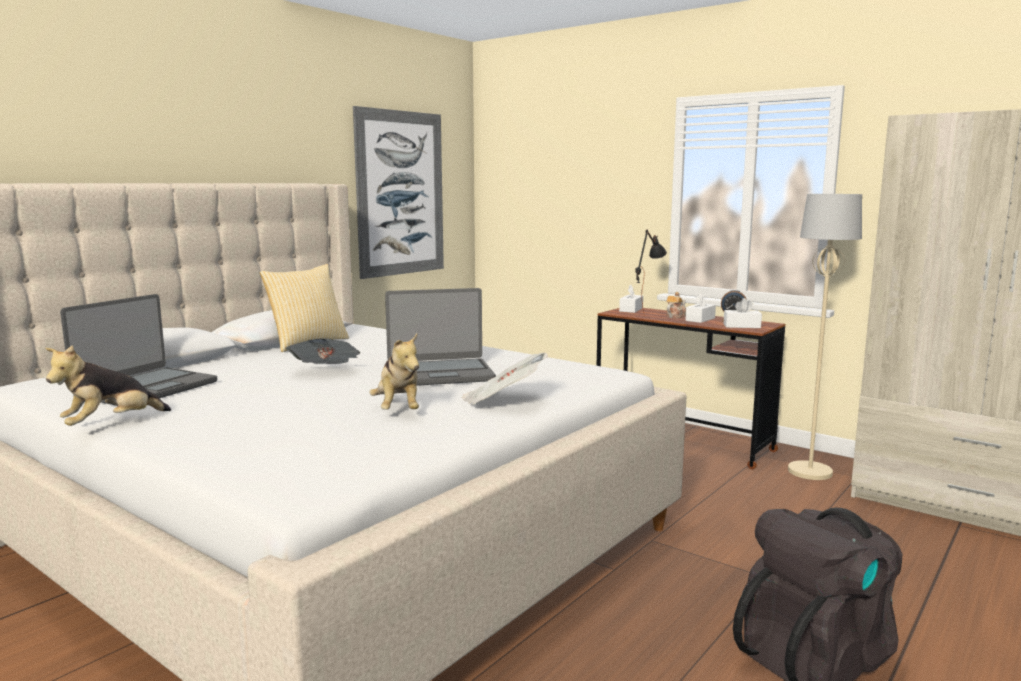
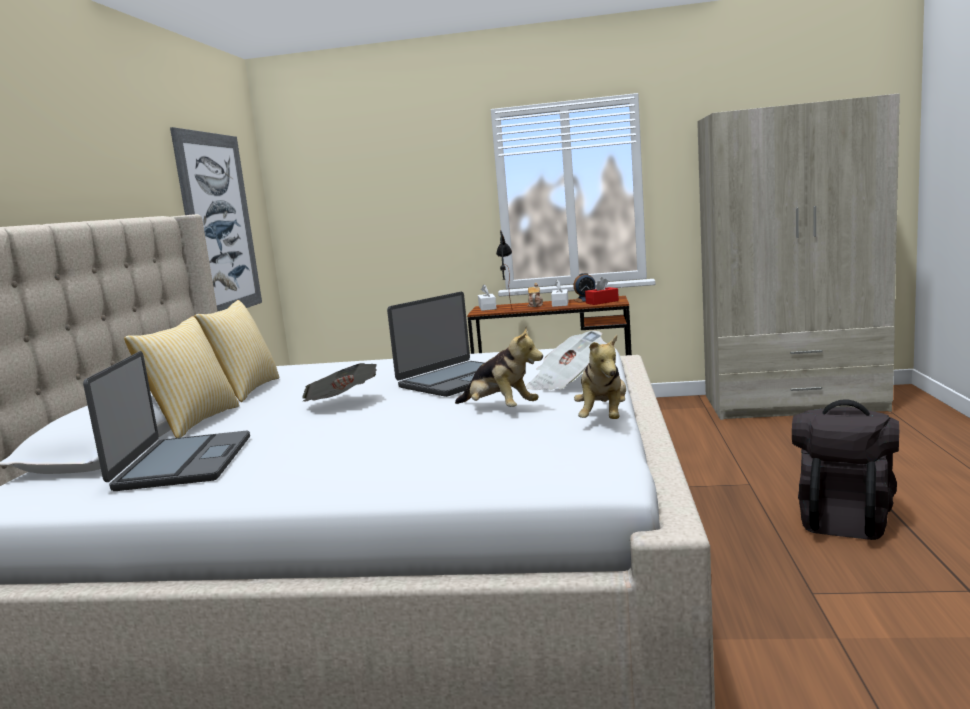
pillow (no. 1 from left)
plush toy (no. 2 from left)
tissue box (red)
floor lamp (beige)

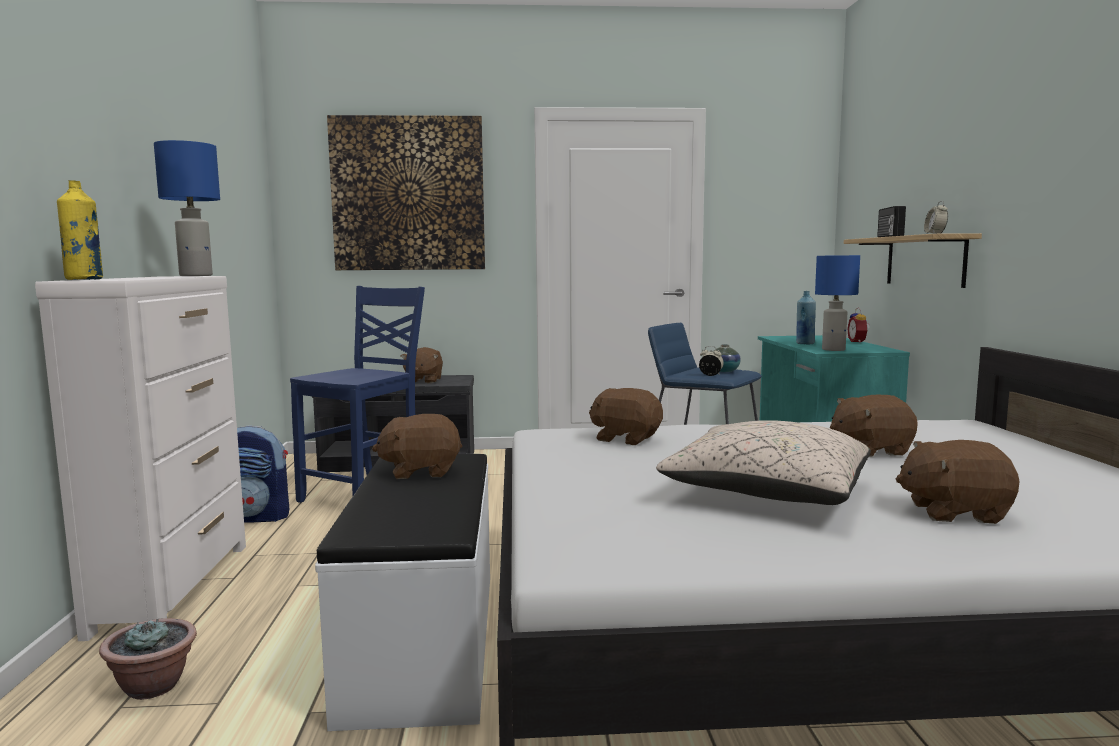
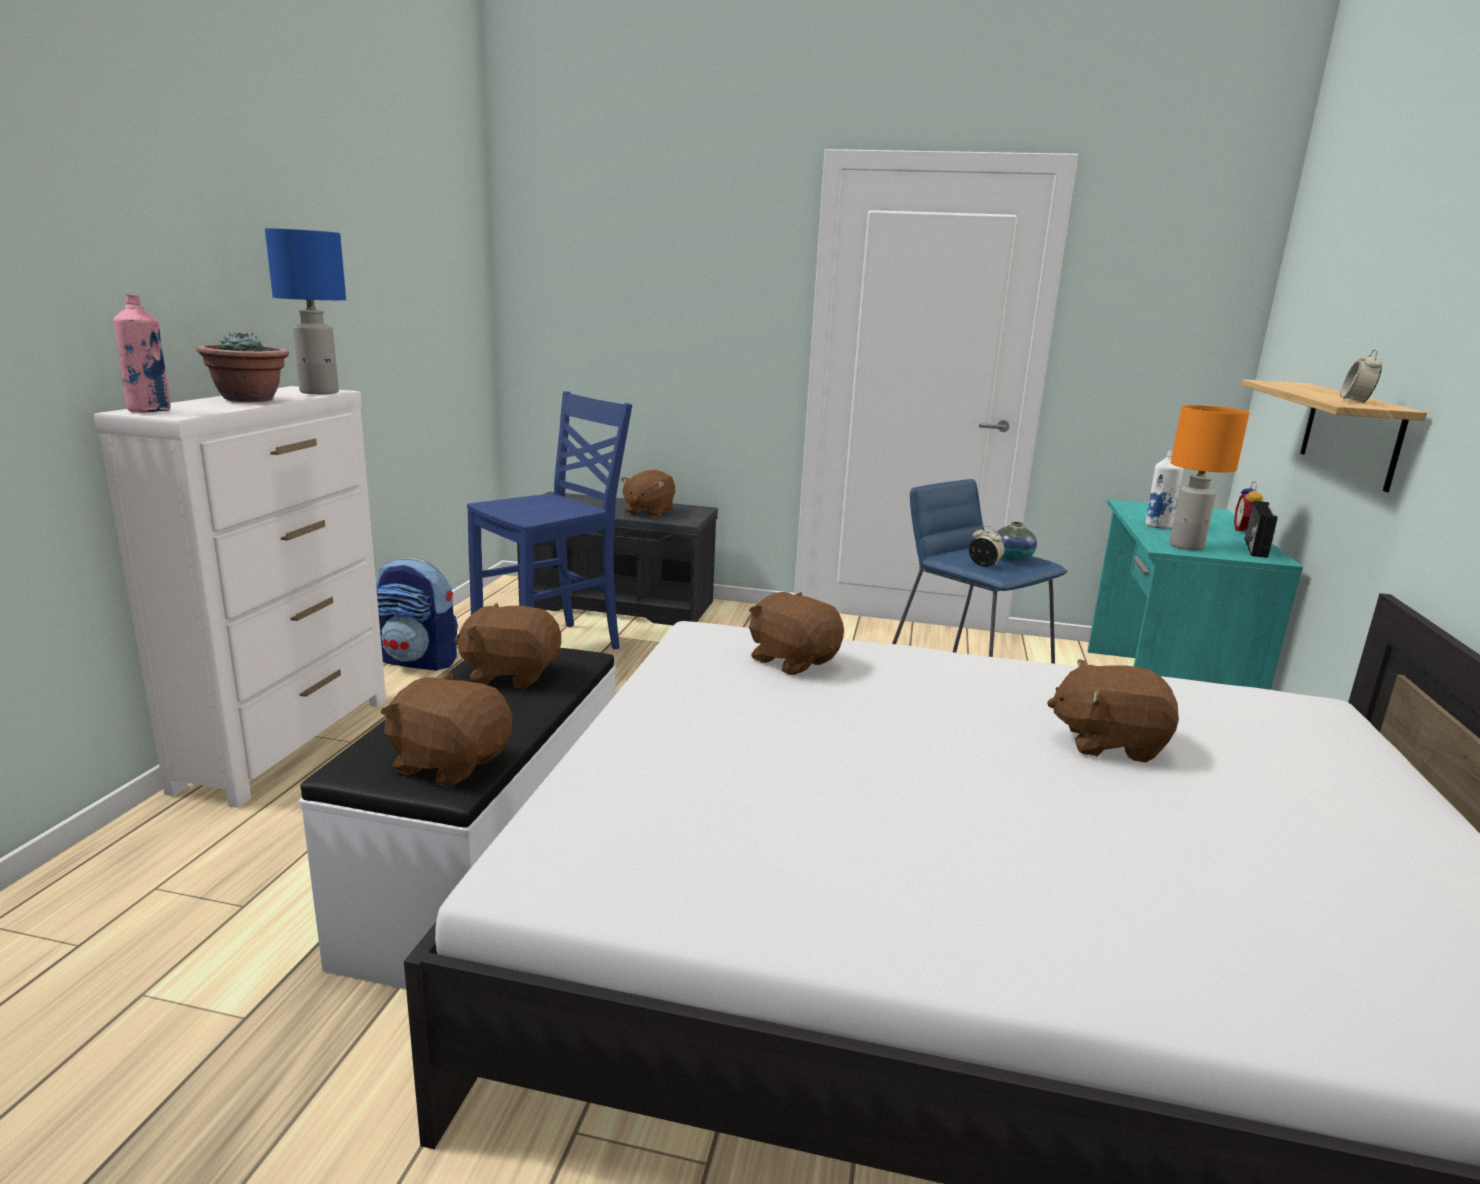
bottle (pink)
potted plant
plush toy (brown) (no. 1 from left)
bottle (white)
table lamp (orange)
radio
picture
pillow (beige)

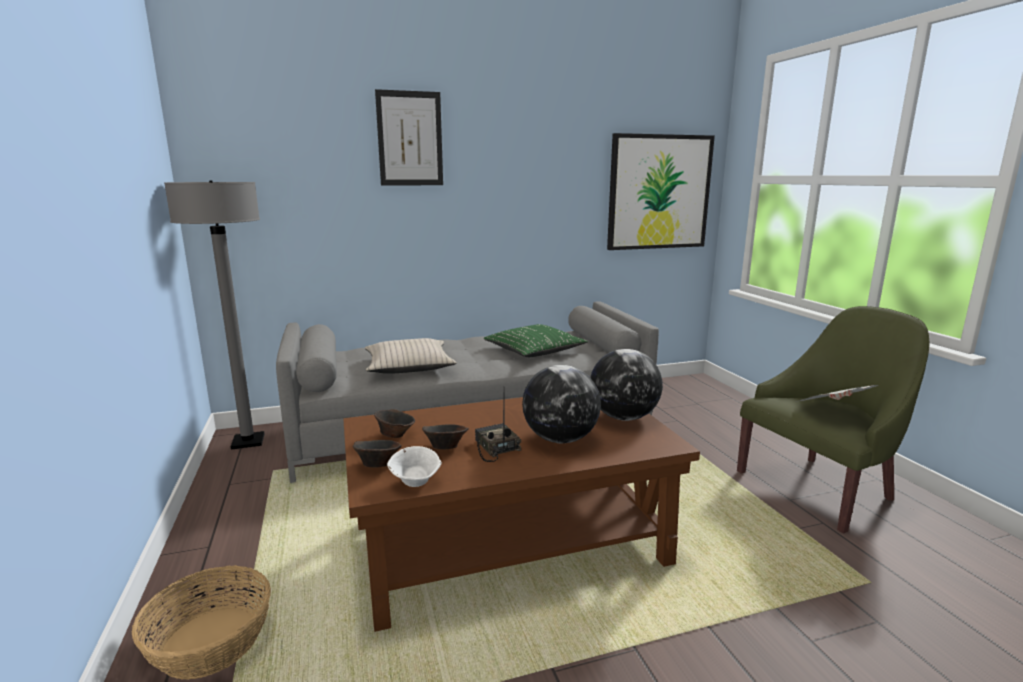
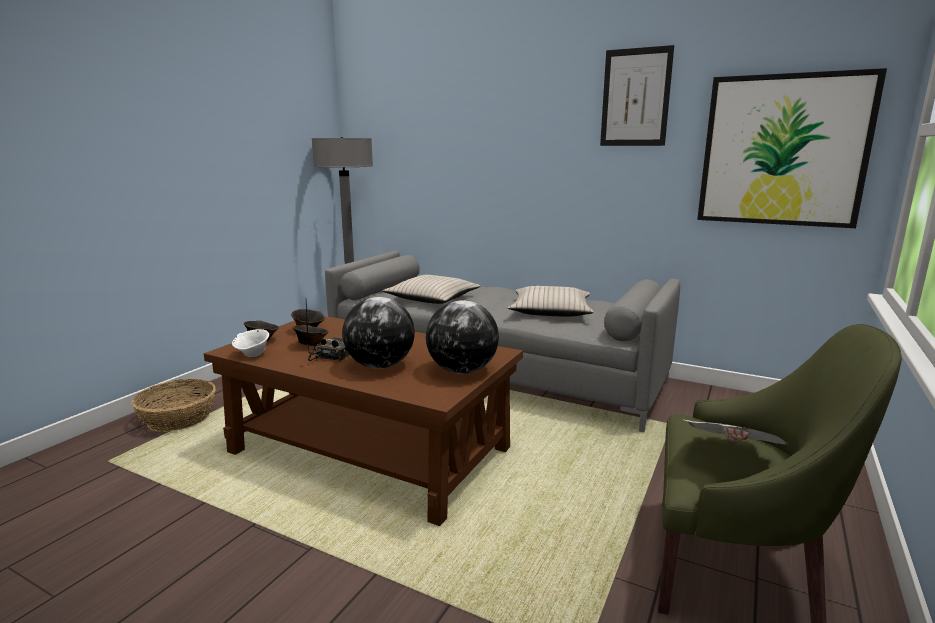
pillow (beige) (no. 2 from left)
picture (no. 1 from left)

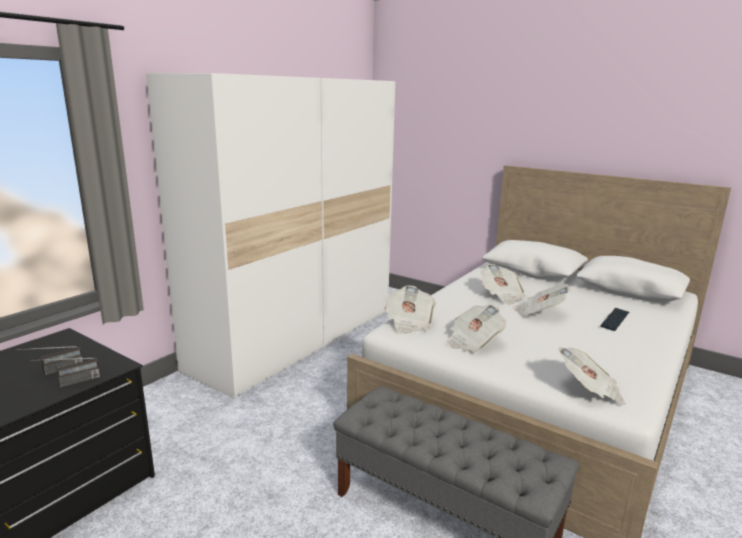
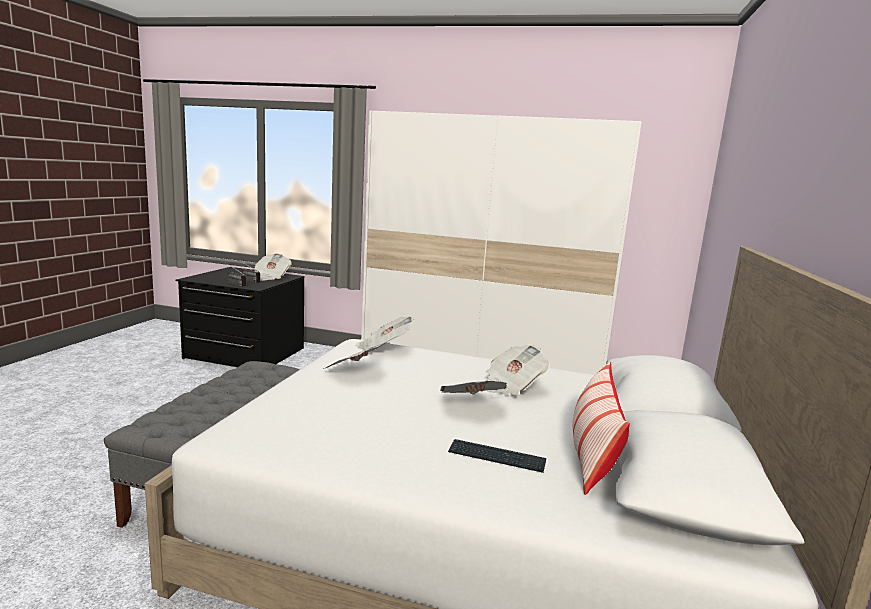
newspaper (no. 1 from left)
pillow

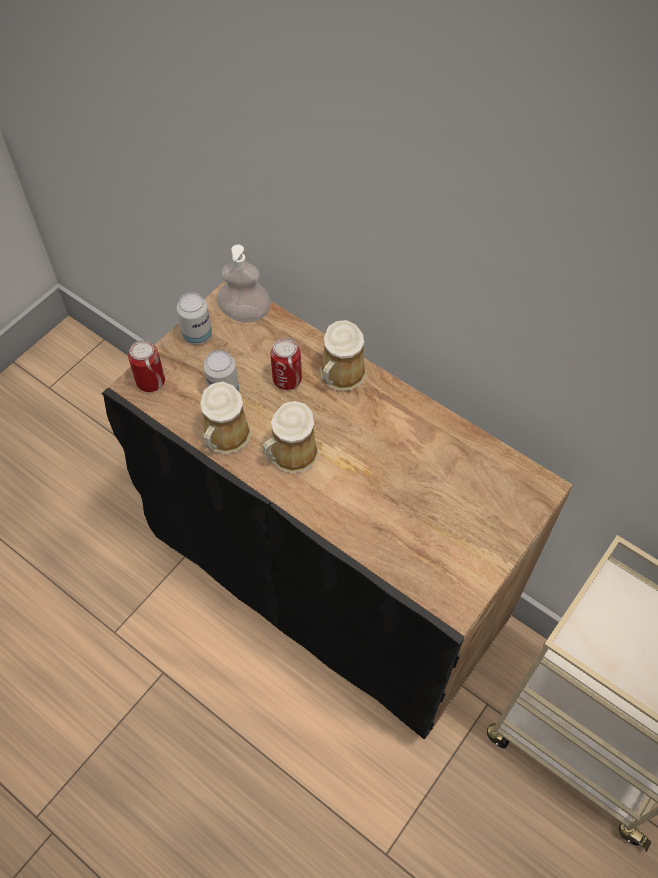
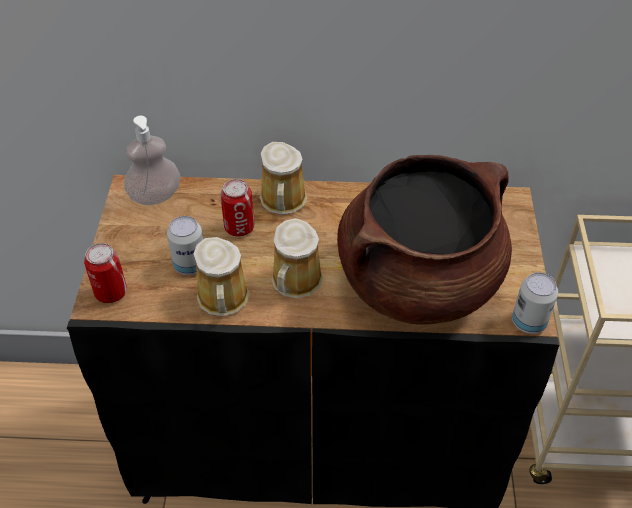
cooking pot (brown)
can (no. 4 from left)

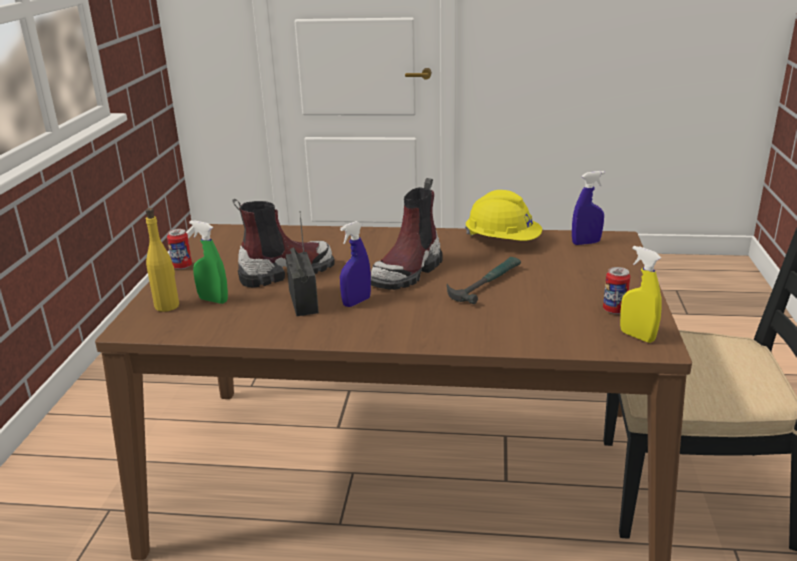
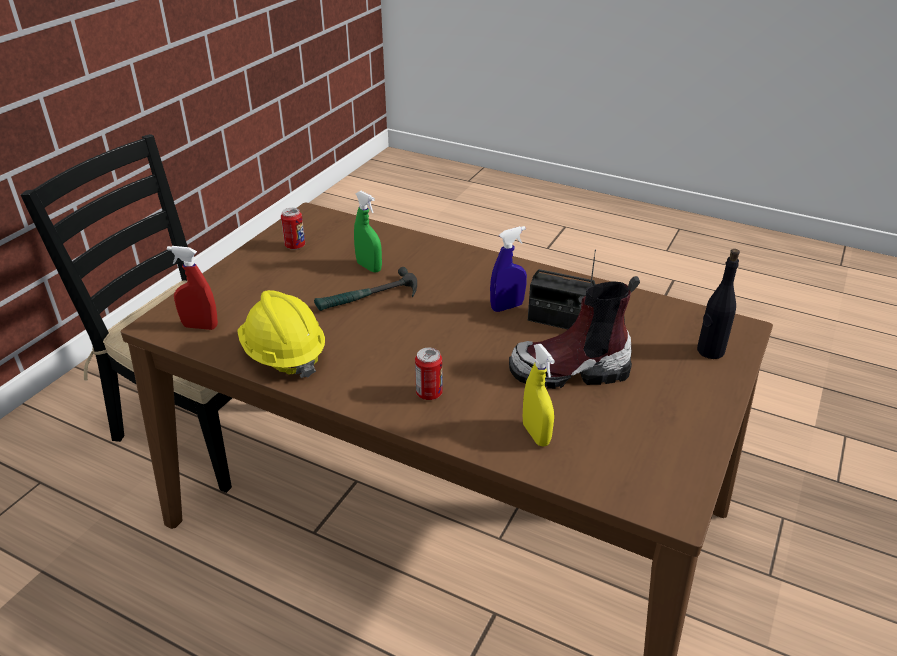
spray bottle (red)
spray bottle (green)
can (no. 2 from left)
spray bottle (yellow)
radio
bottle (black)
boot (no. 2 from left in the first image)

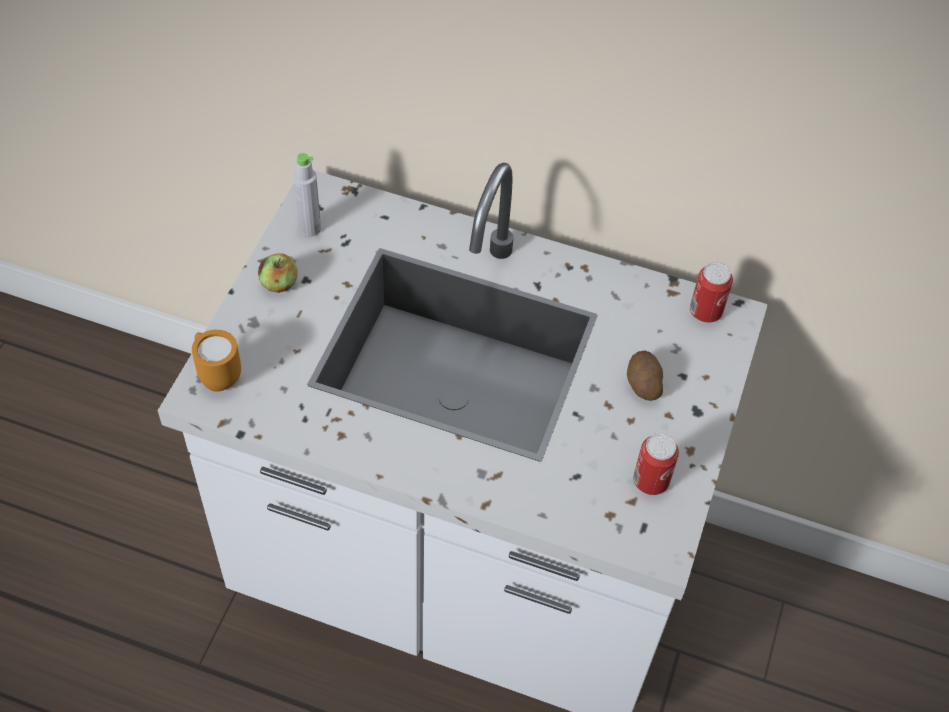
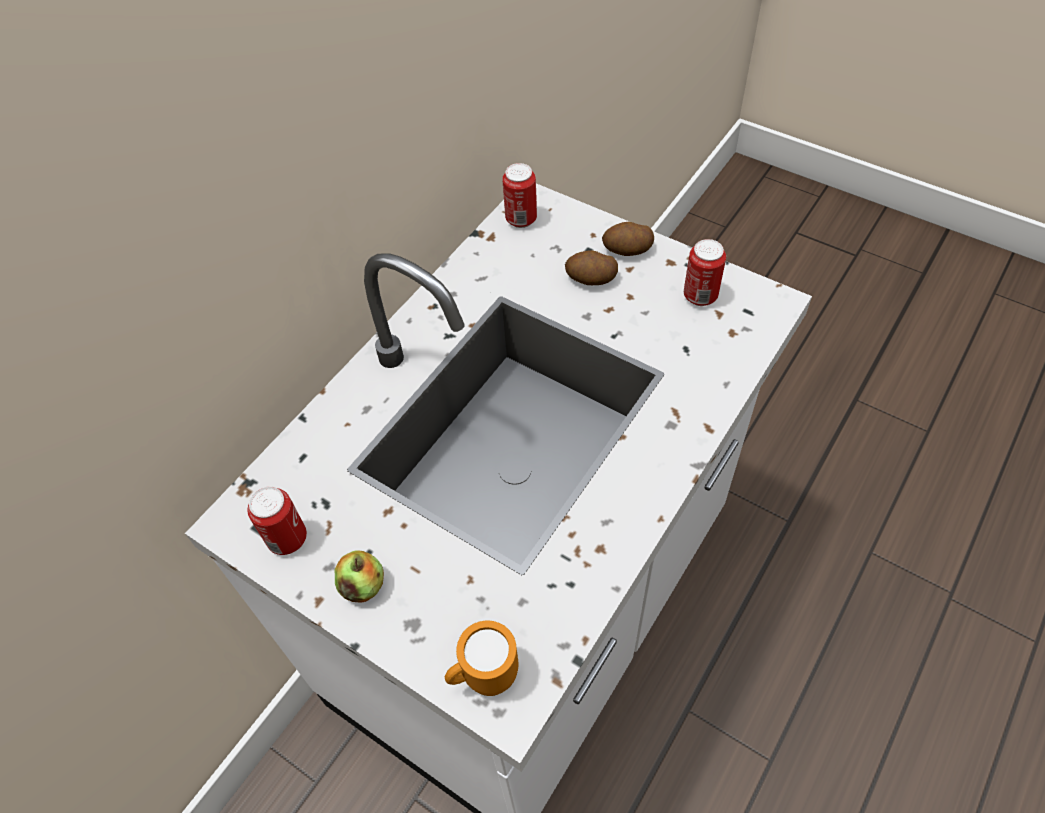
can (no. 1 from left)
potato (no. 2 from left)

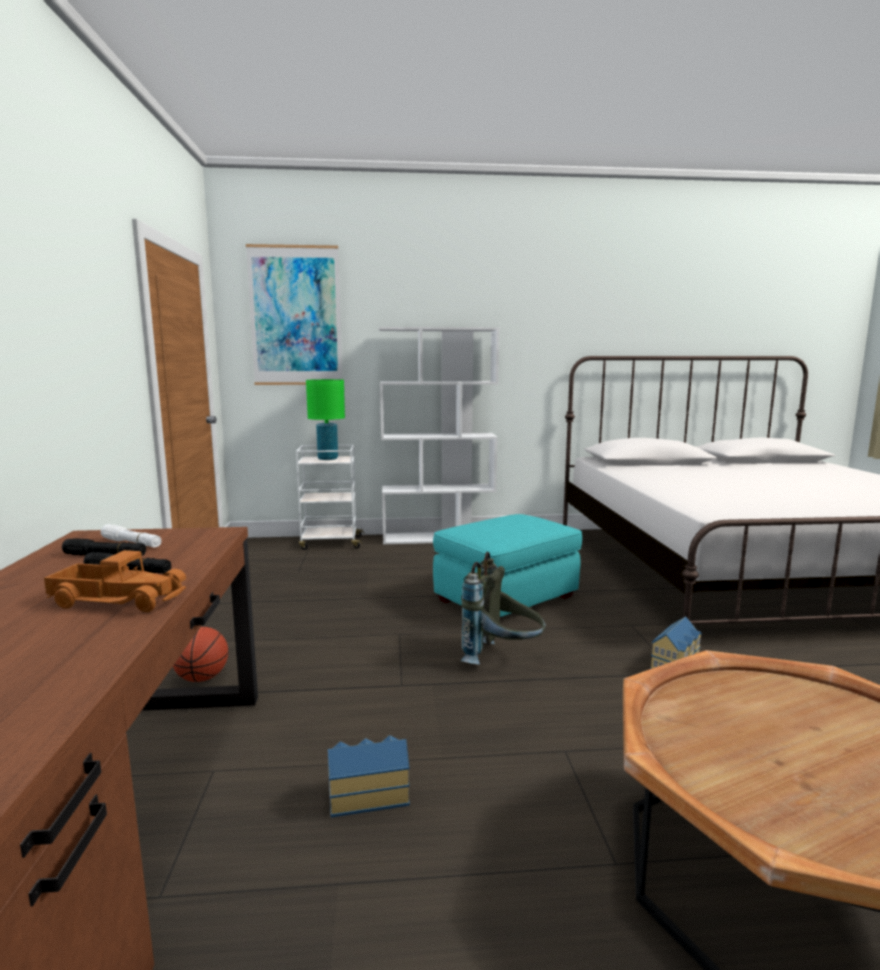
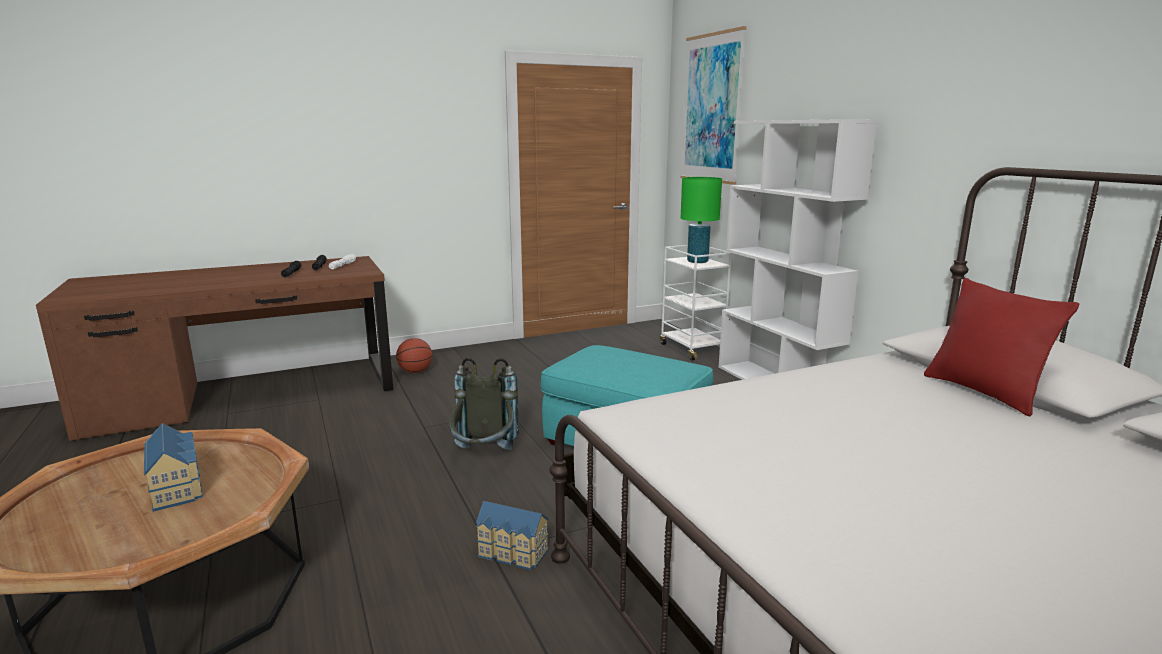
toy house (no. 1 from left)
pillow (red)
toy truck

